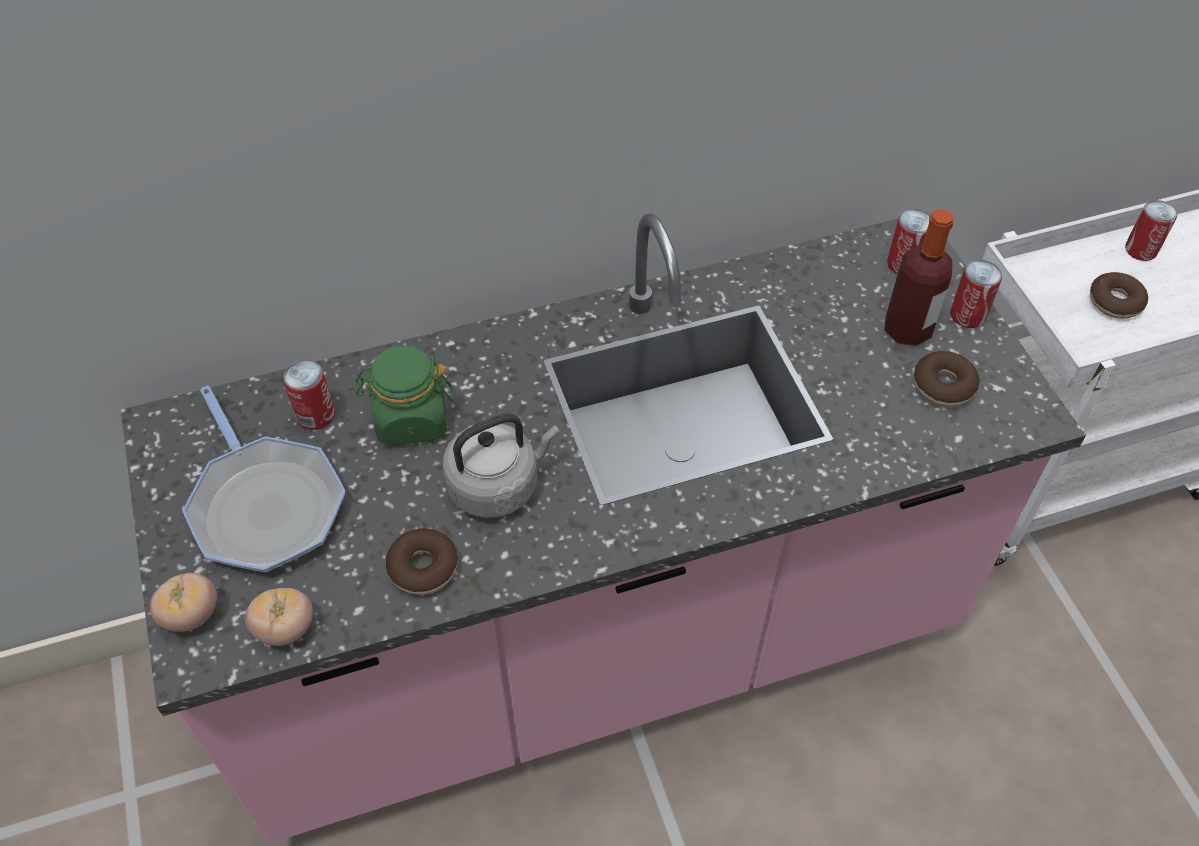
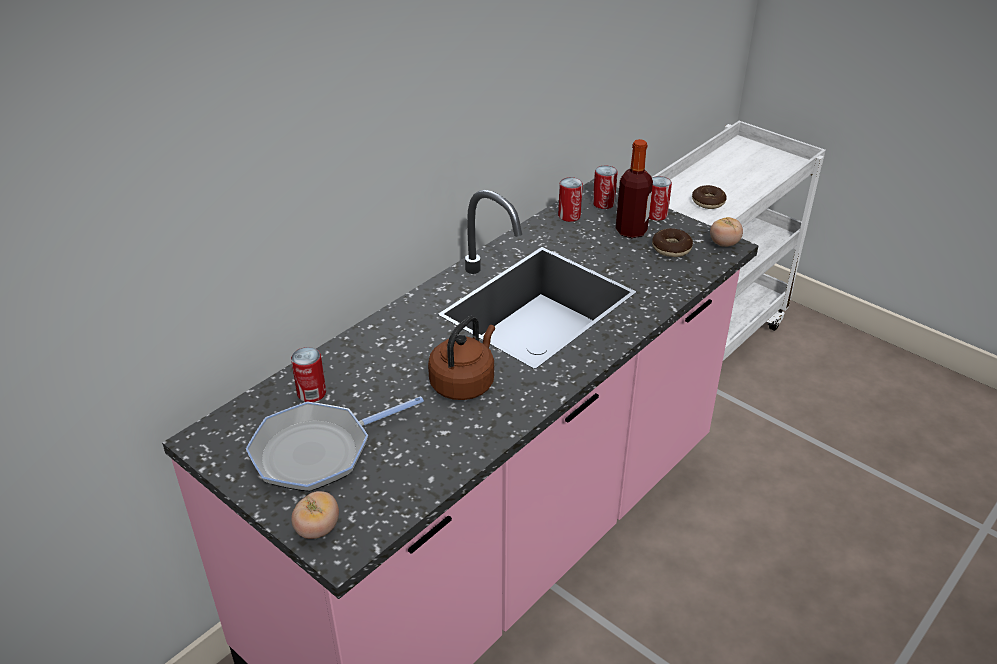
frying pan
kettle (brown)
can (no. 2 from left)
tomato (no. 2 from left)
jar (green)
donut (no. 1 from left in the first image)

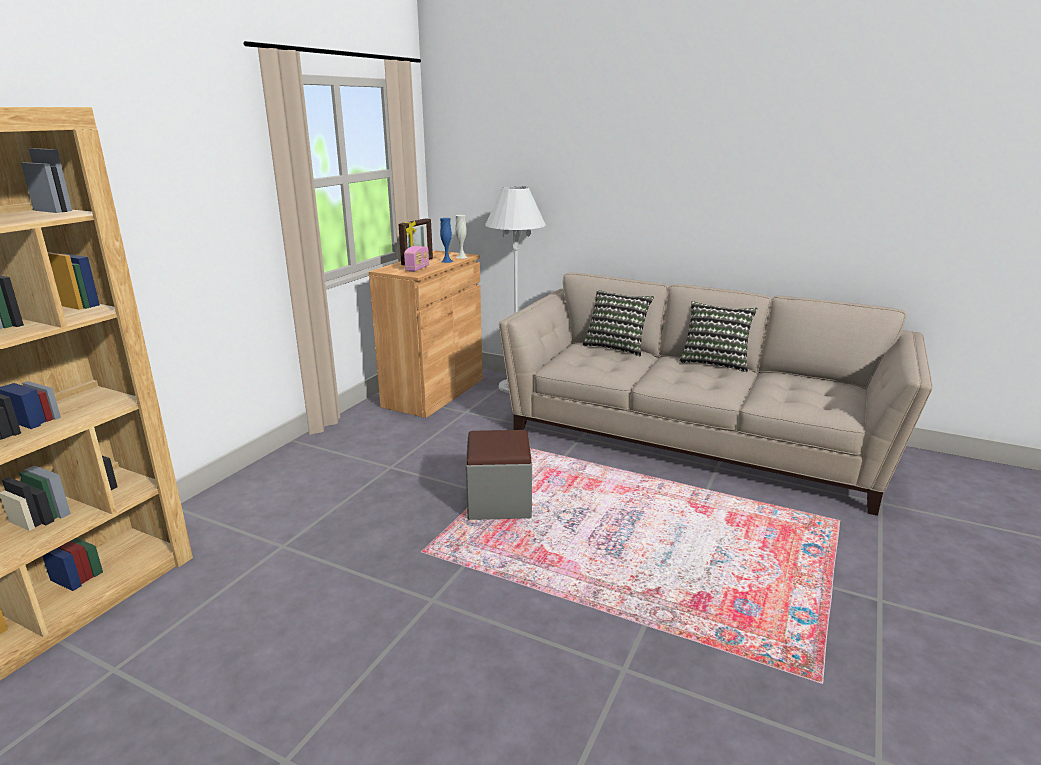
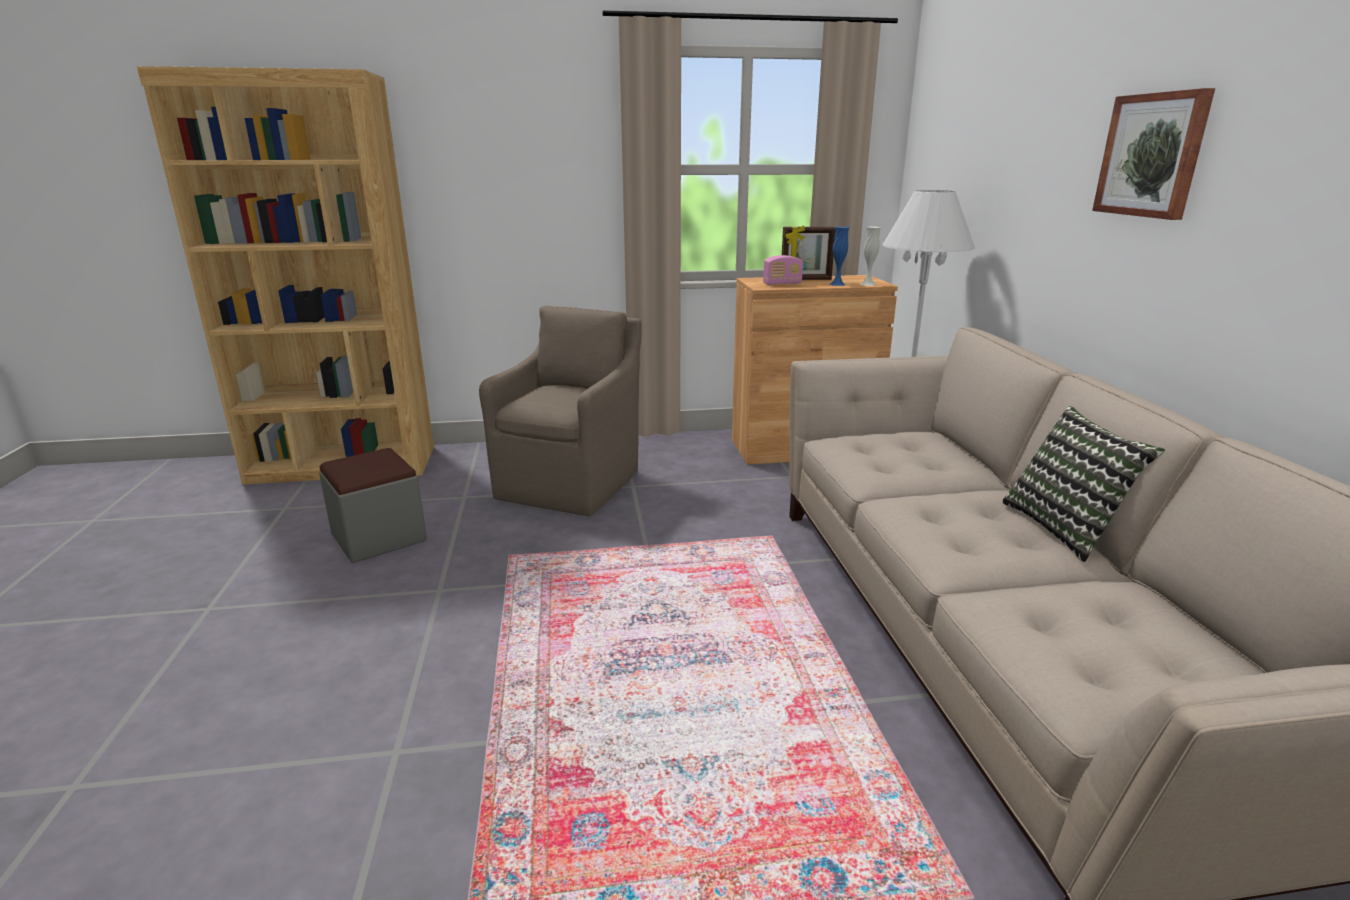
ottoman (grey)
armchair (brown)
picture
pillow (no. 1 from left in the first image)

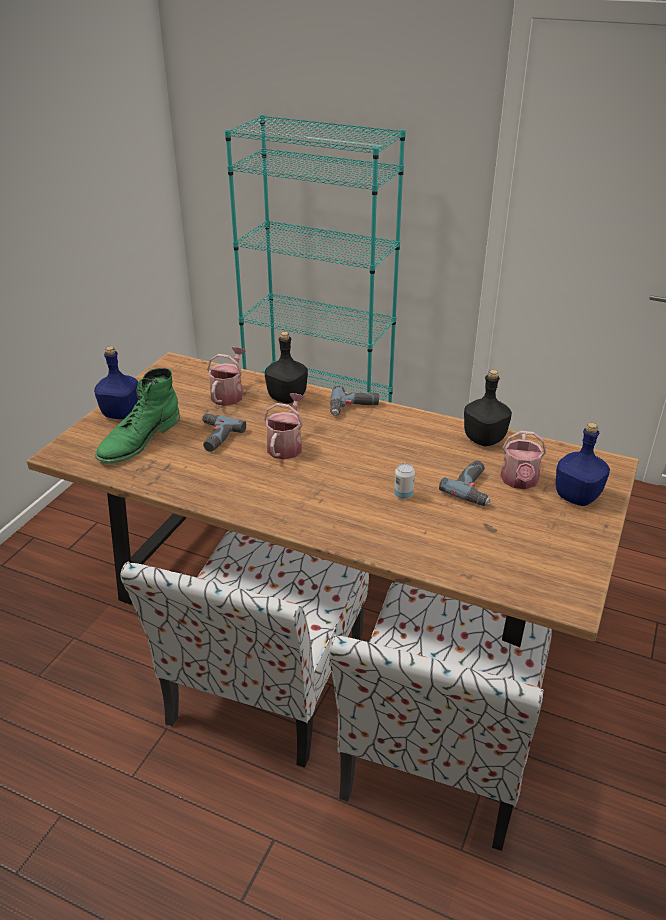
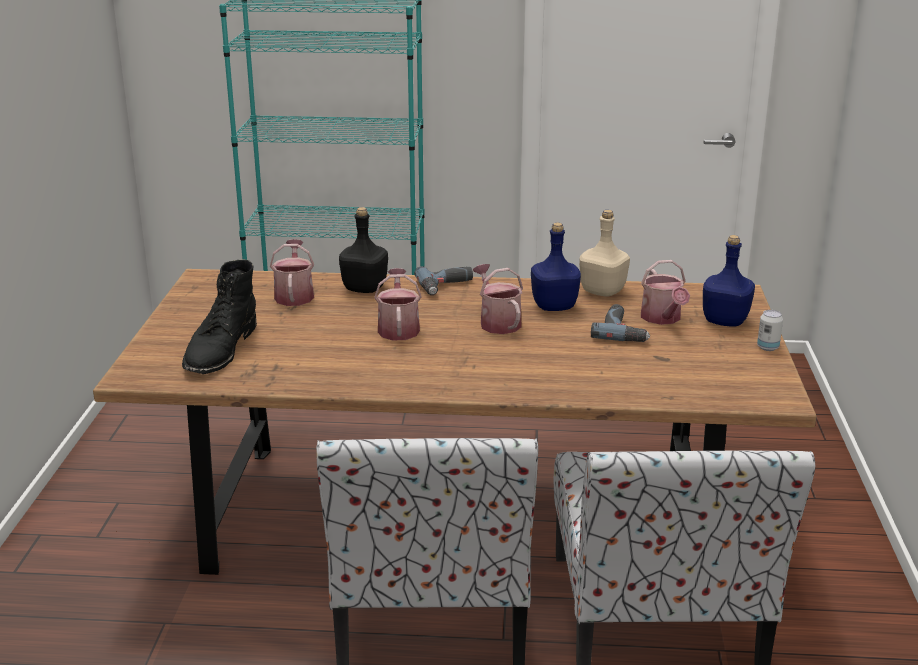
boot (black)
watering can (no. 3 from left)
bottle (blue) (no. 1 from left)
bottle (beige)
can
power drill (no. 1 from left in the first image)

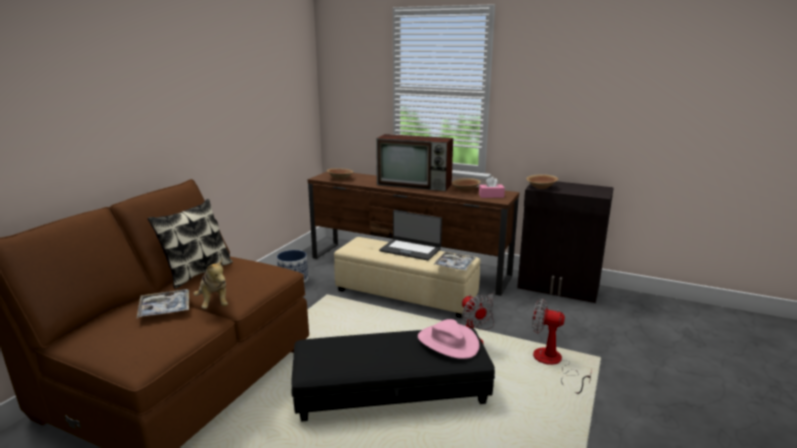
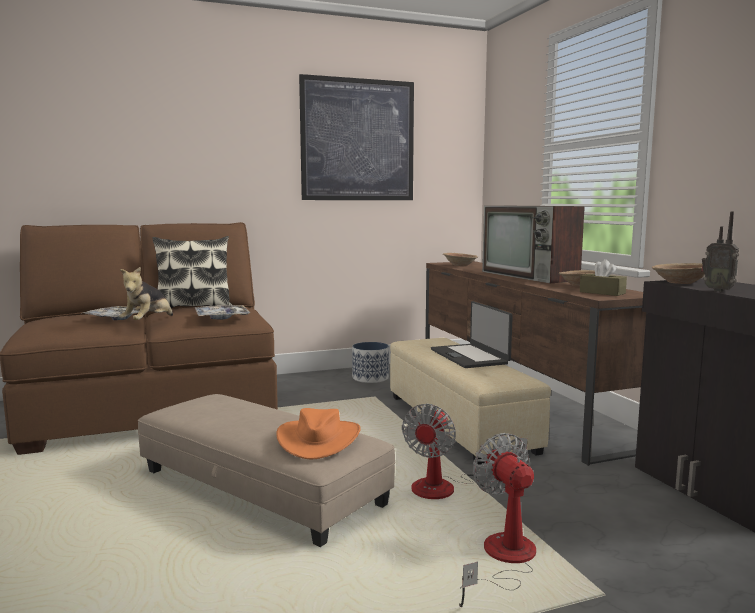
ottoman (beige) (no. 1 from left)
tray (no. 2 from left)
hat (orange)
picture
tissue box (brown)
radio

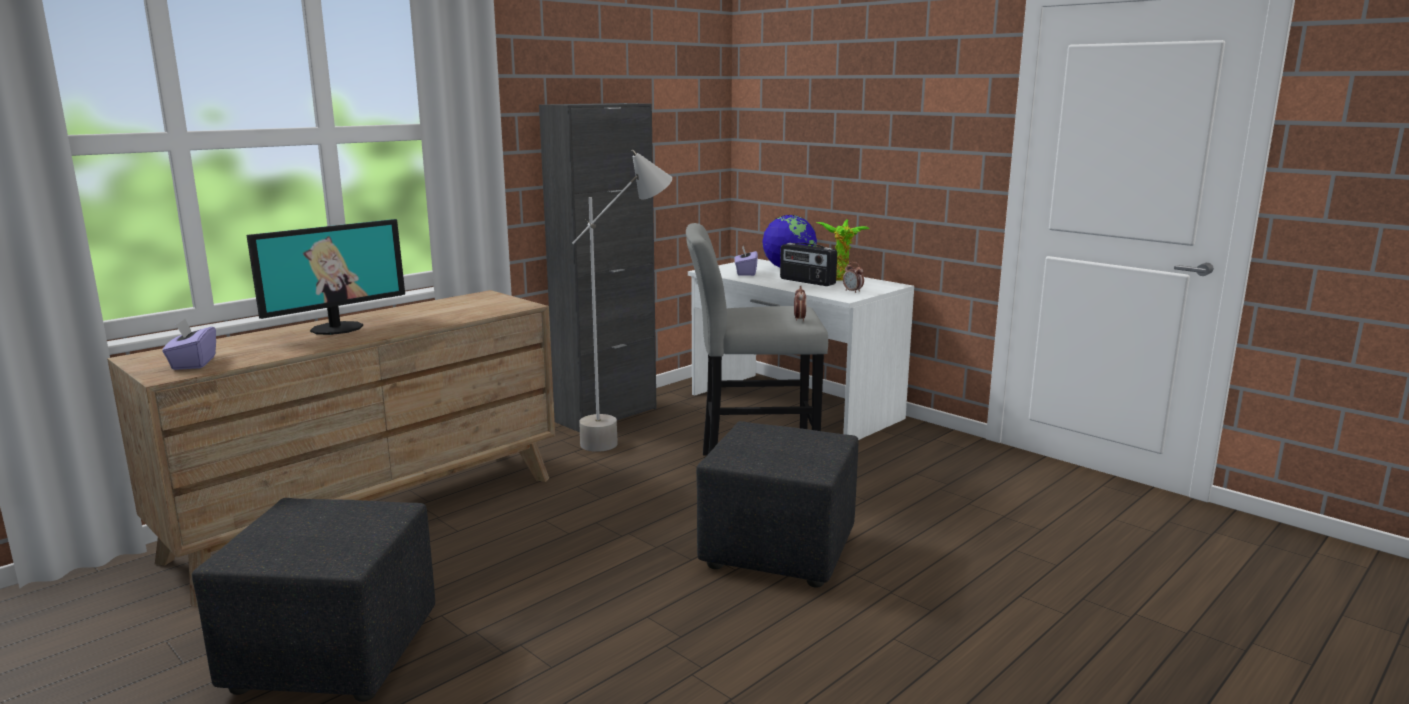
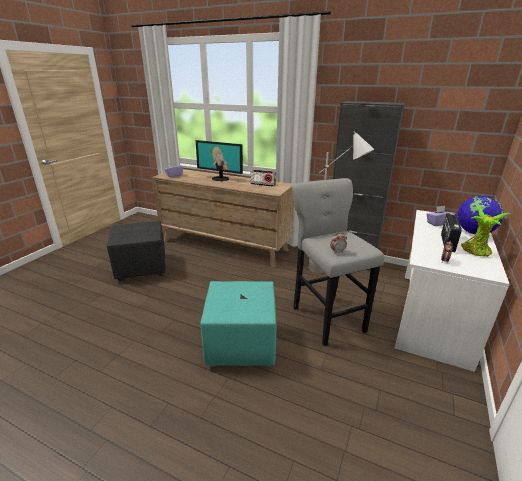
ottoman (turquoise)
radio (no. 1 from left)

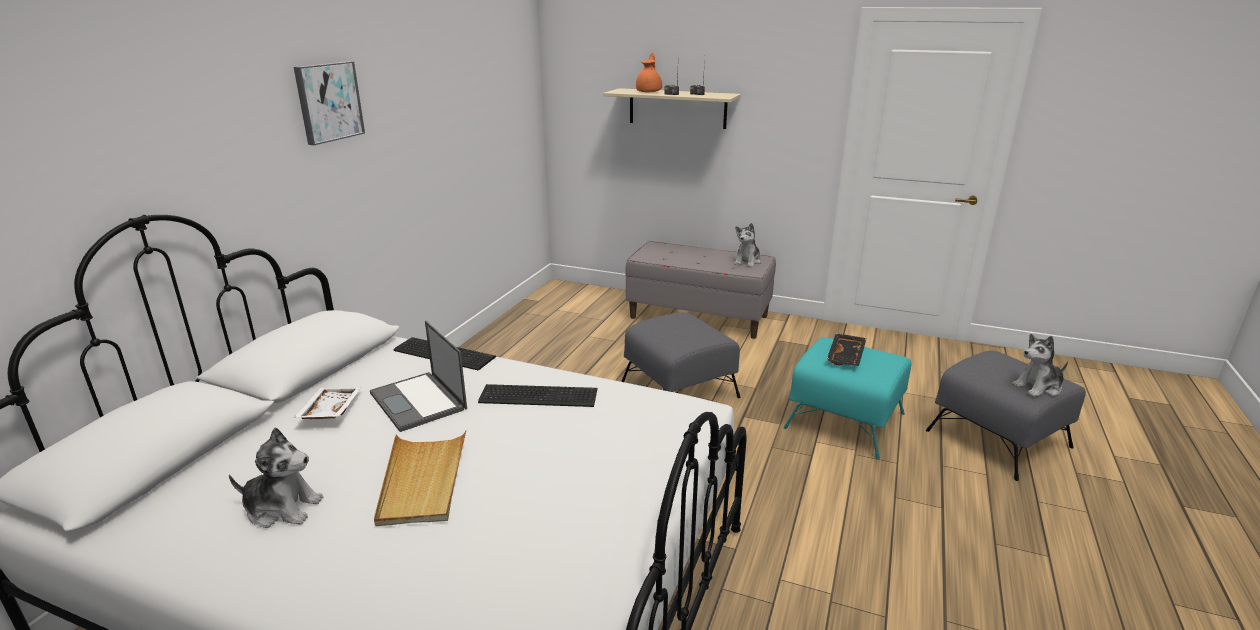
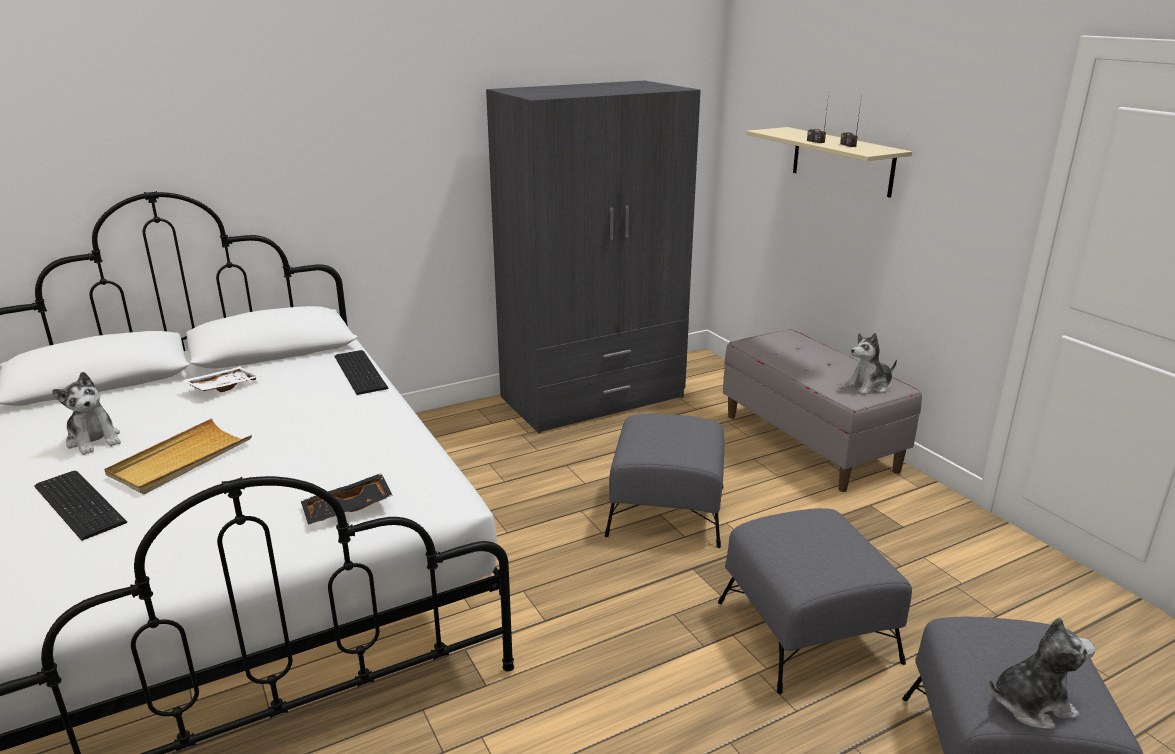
keyboard (no. 1 from left)
tray (black)
wardrobe (grey)
ottoman (grey) (no. 2 from left)
plush toy (no. 3 from left)
picture
laptop
teapot (orange)

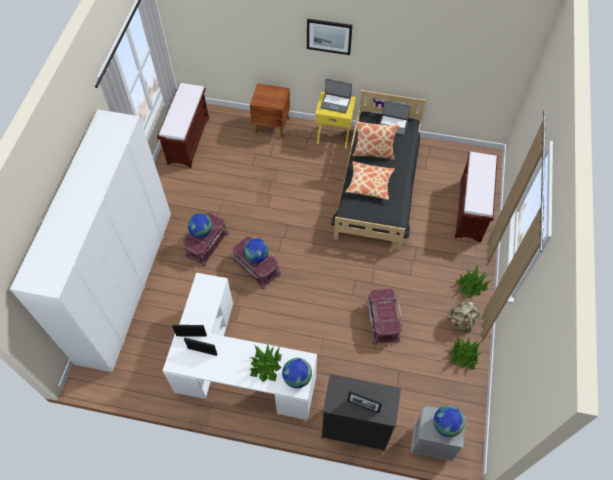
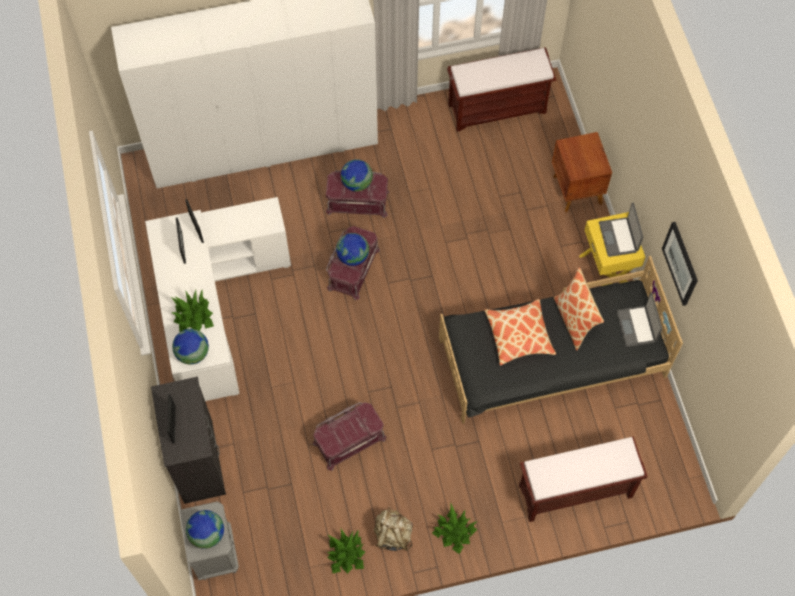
picture

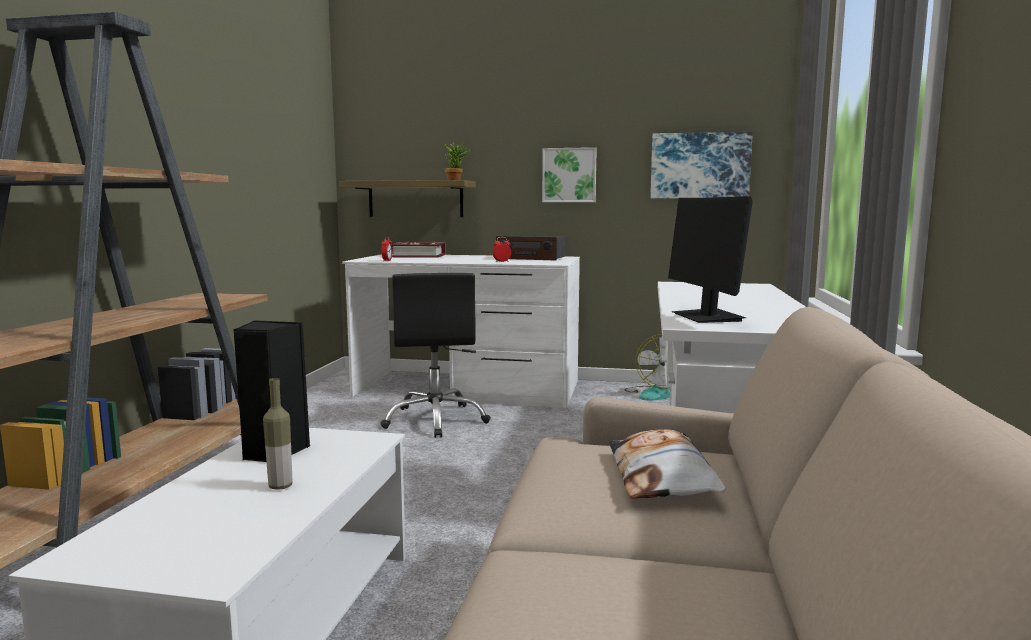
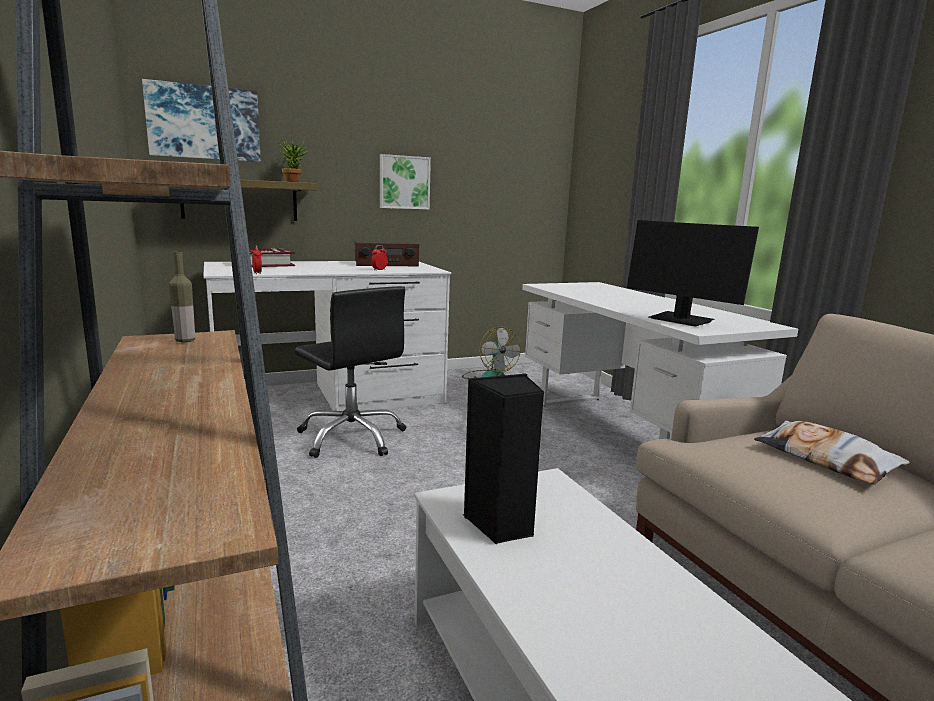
picture (no. 1 from left)
bottle

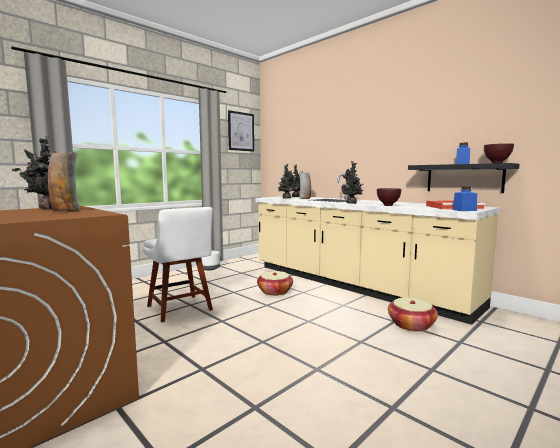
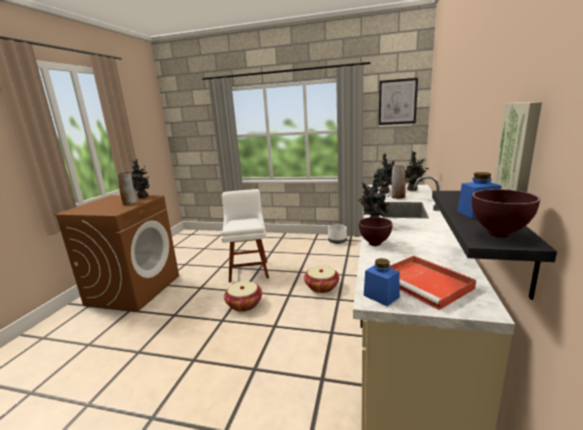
chair (white)
basket (no. 1 from left)
picture (no. 2 from left)

